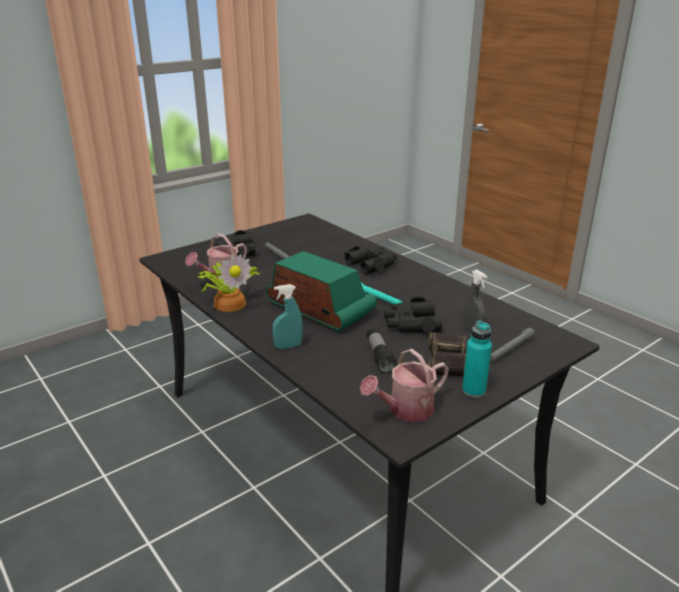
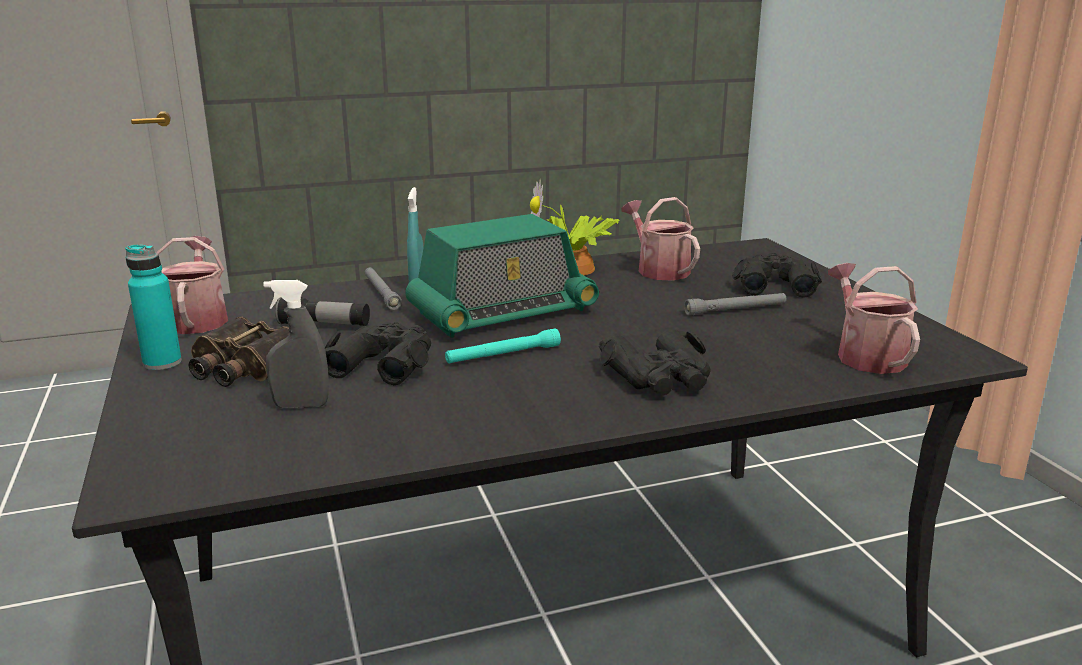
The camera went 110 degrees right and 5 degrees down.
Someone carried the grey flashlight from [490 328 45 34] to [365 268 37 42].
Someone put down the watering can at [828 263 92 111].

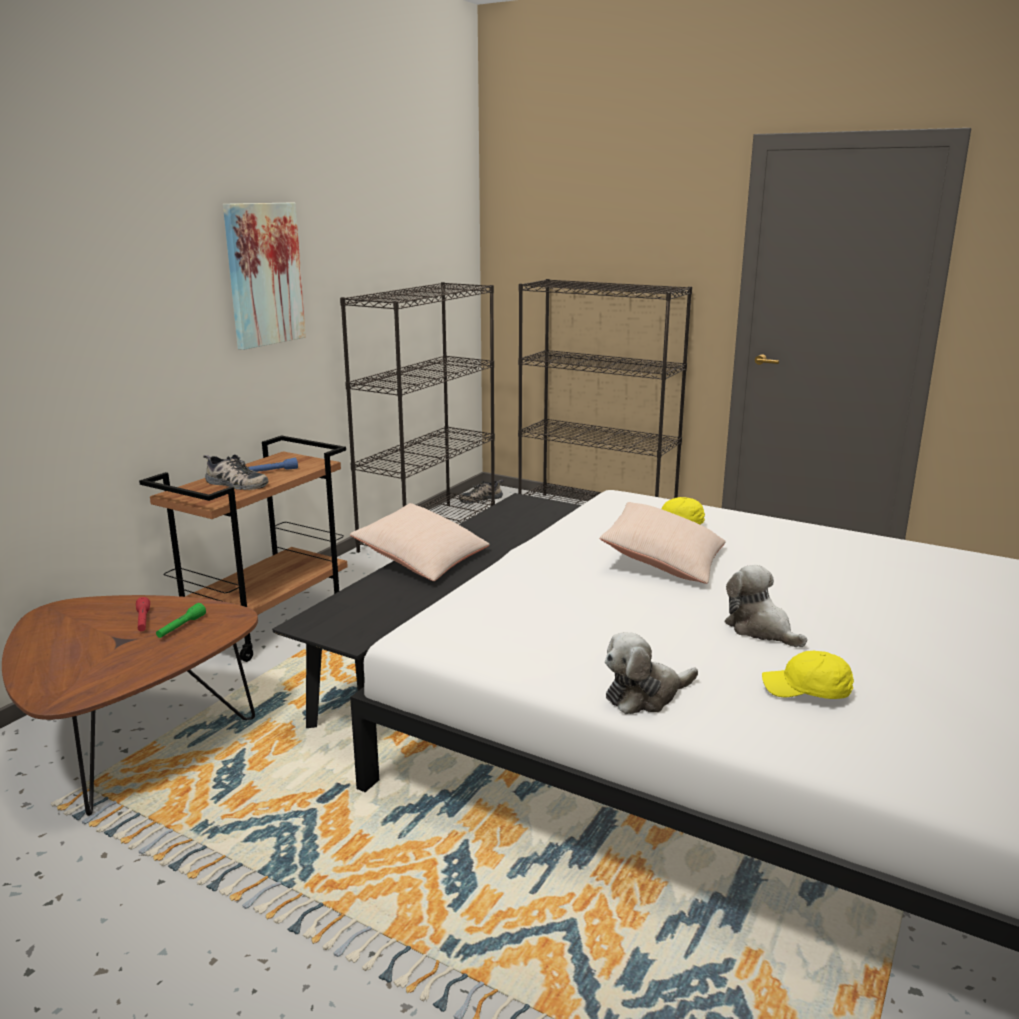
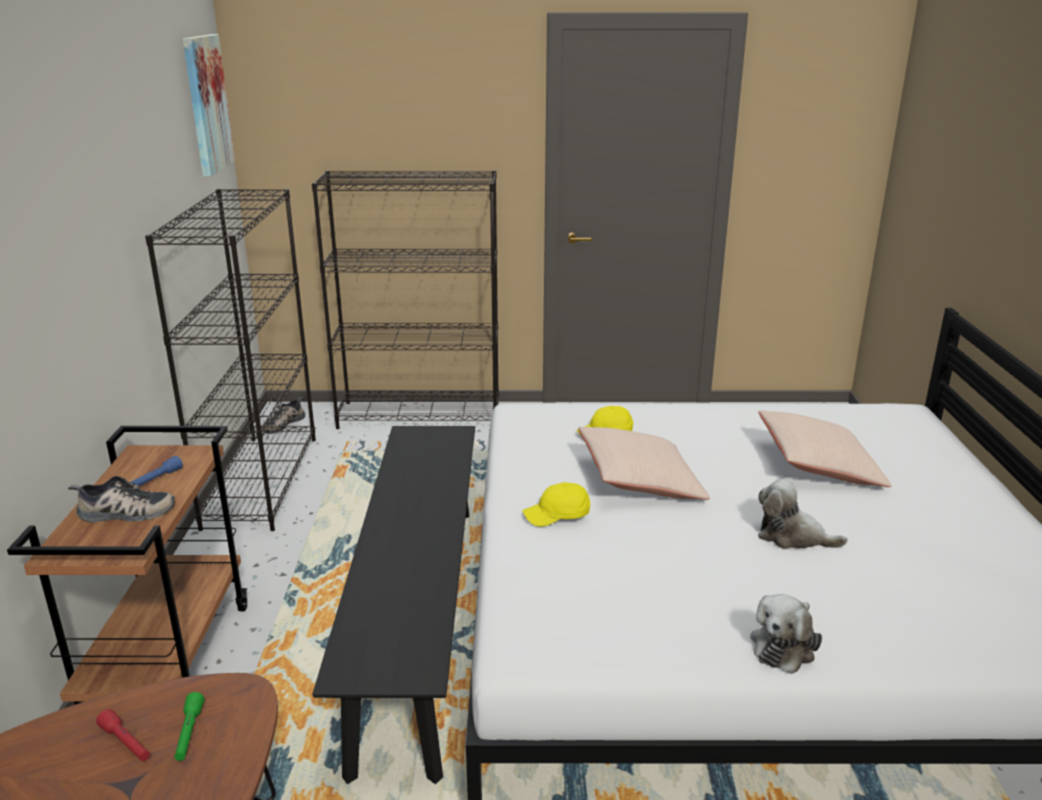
The camera went 30 degrees left and 5 degrees up.
Someone carried the picture from [223 203 83 147] to [183 34 52 143].
Someone carried the beige pillow from [350 503 140 78] to [758 410 133 77].
Someone carried the yellow cap from [762 651 92 48] to [522 482 68 45].

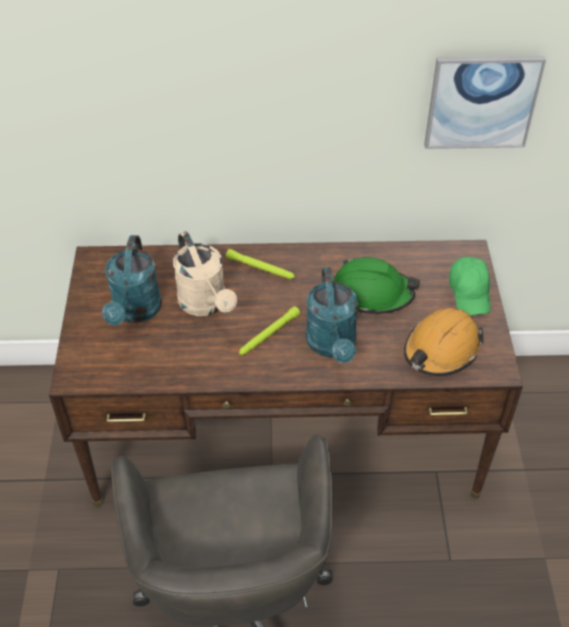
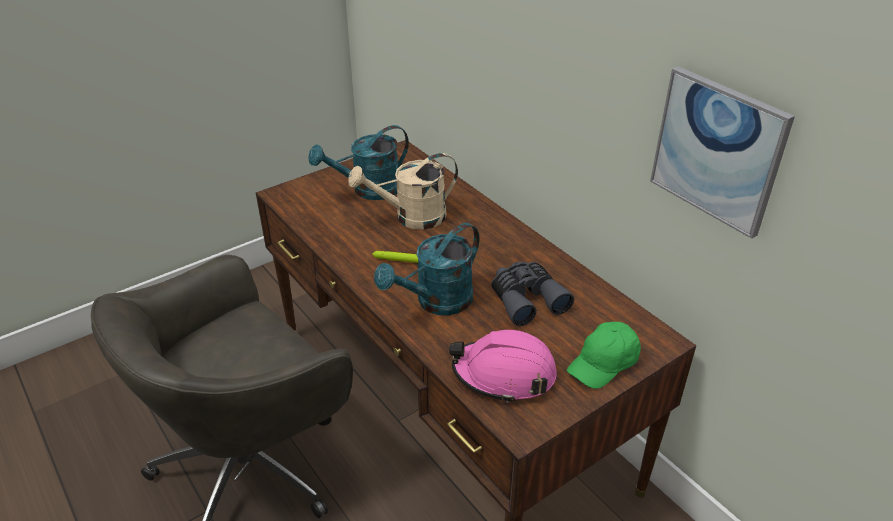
The camera went 55 degrees right and 10 degrees down.
Someone rotated the beige watering can at [173 231 64 85] by 45 degrees clockwise.
Someone took away the green flashlight at [226 249 69 30].
Someone swapped the green hard hat at [334 257 86 58] for the grey binoculars at [491 262 83 64].
Someone repainted the orange hard hat at [404 308 80 68], which became the pink hard hat at [449 330 108 73].

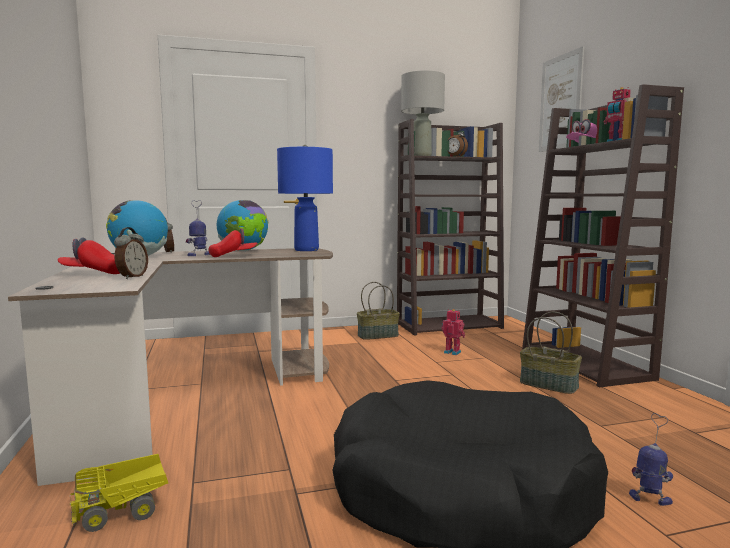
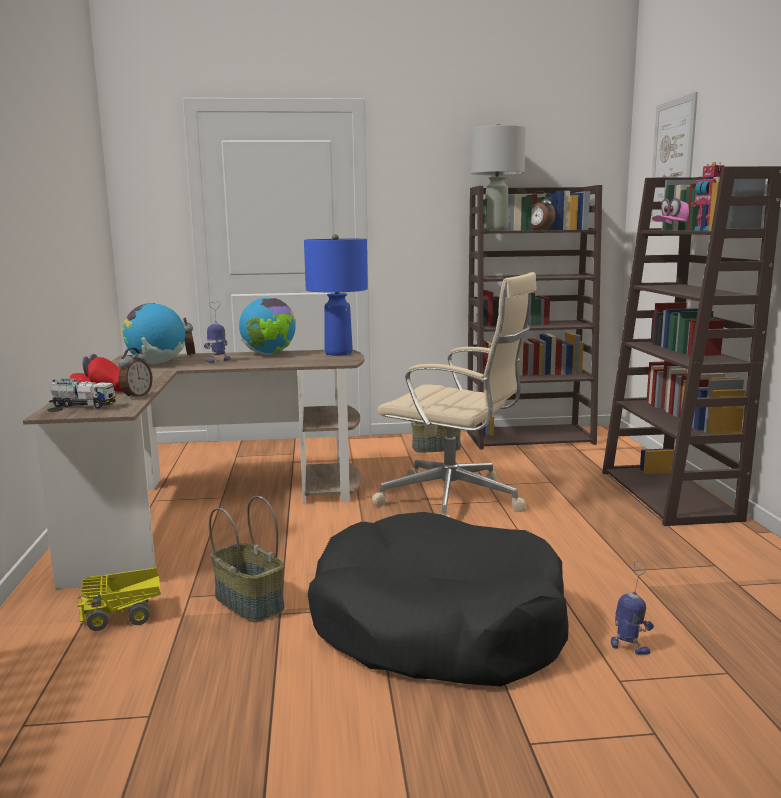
The camera went 10 degrees right and 5 degrees up.
Someone took away the red cap at [208 228 50 29].
Someone took away the toy robot at [441 309 24 46].
Someone carried the basket from [520 312 62 82] to [209 496 76 126].
Someone put down the toy truck at [49 378 67 31].
Someone put down the beige office chair at [372 272 165 245].

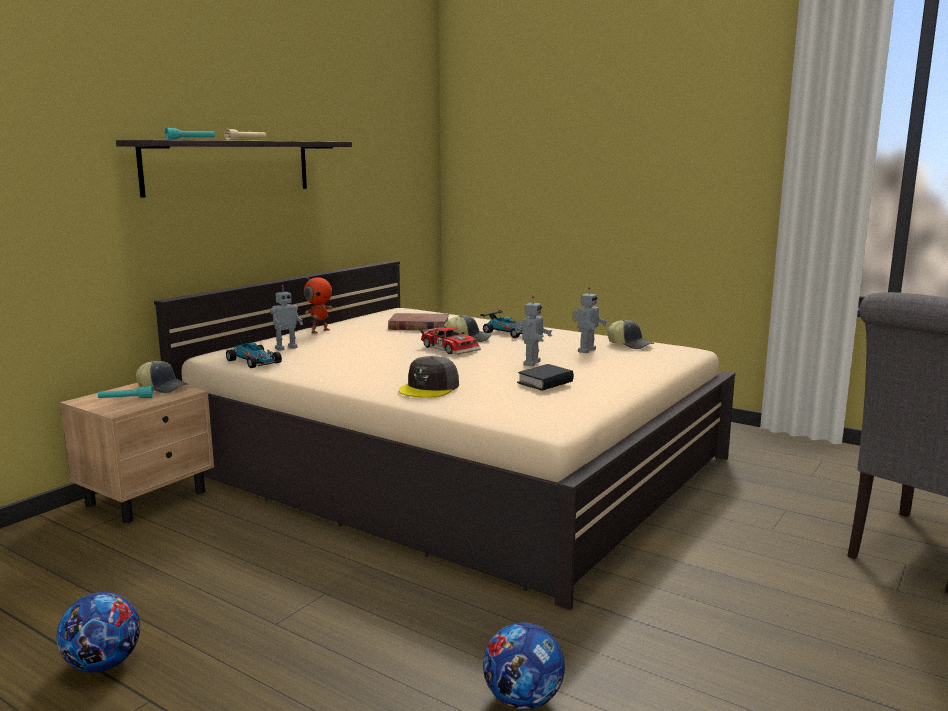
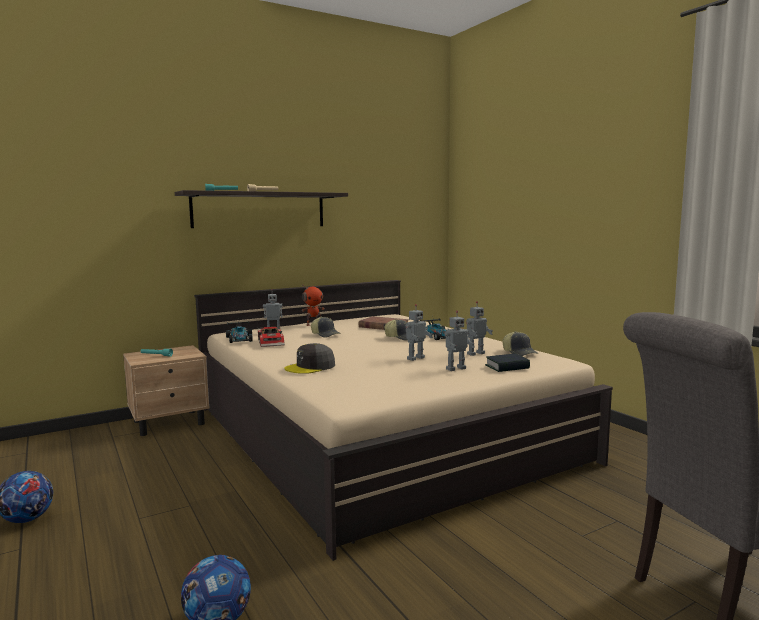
The camera went 25 degrees right and 5 degrees down.
Someone carried the cap from [136 361 52 32] to [311 317 30 21].
Someone carried the toy car from [420 326 61 29] to [258 326 27 21].
Someone carried the book from [517 364 57 27] to [485 354 45 18].
Someone put down the toy robot at [445 311 29 60].

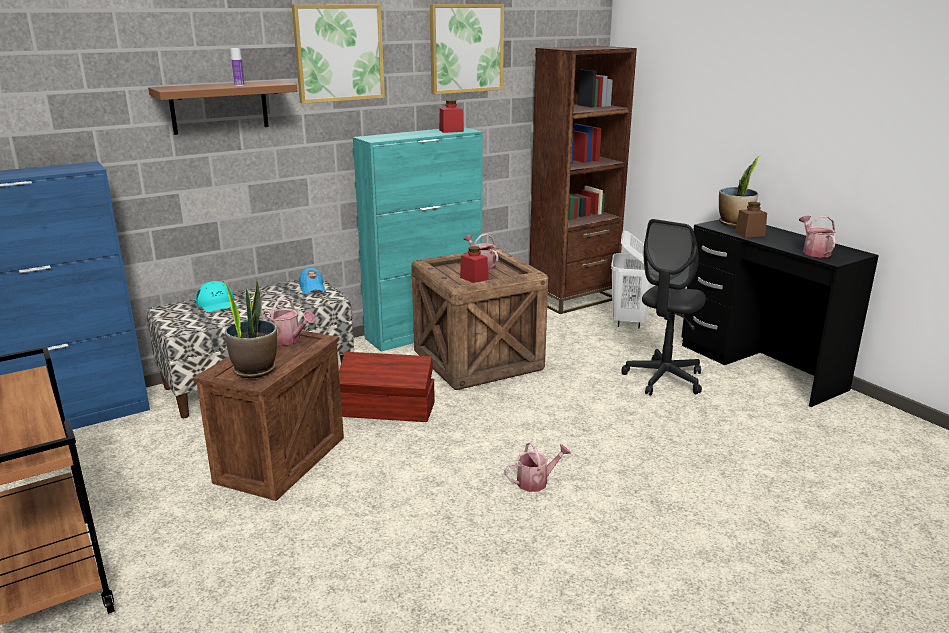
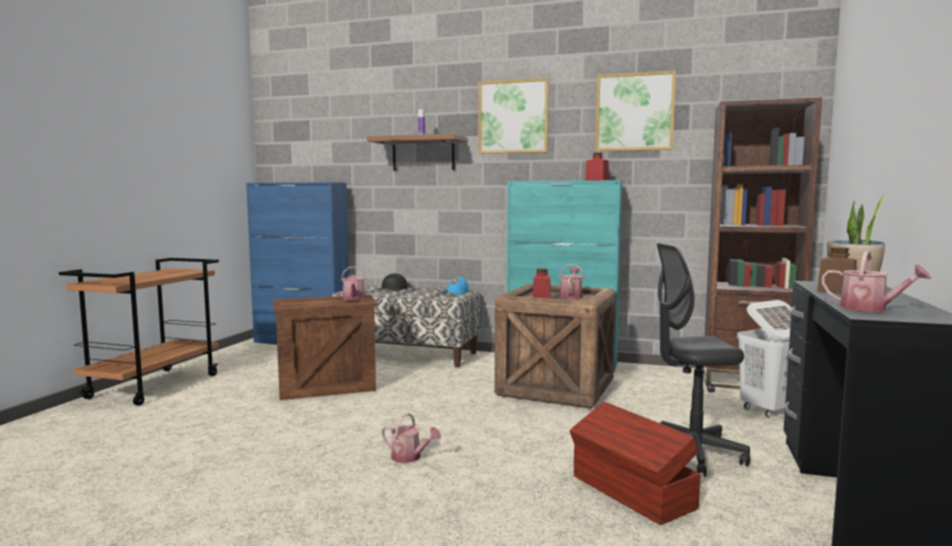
The camera went 50 degrees right and 15 degrees down.
Someone repainted the turquoise cap at [196 281 41 31], which became the black cap at [379 273 29 18].
Someone took away the potted plant at [223 280 54 99].
Someone carried the brown storage box from [339 352 96 70] to [569 402 132 123].
Someone rotated the watering can at [799 216 37 41] by 90 degrees clockwise.

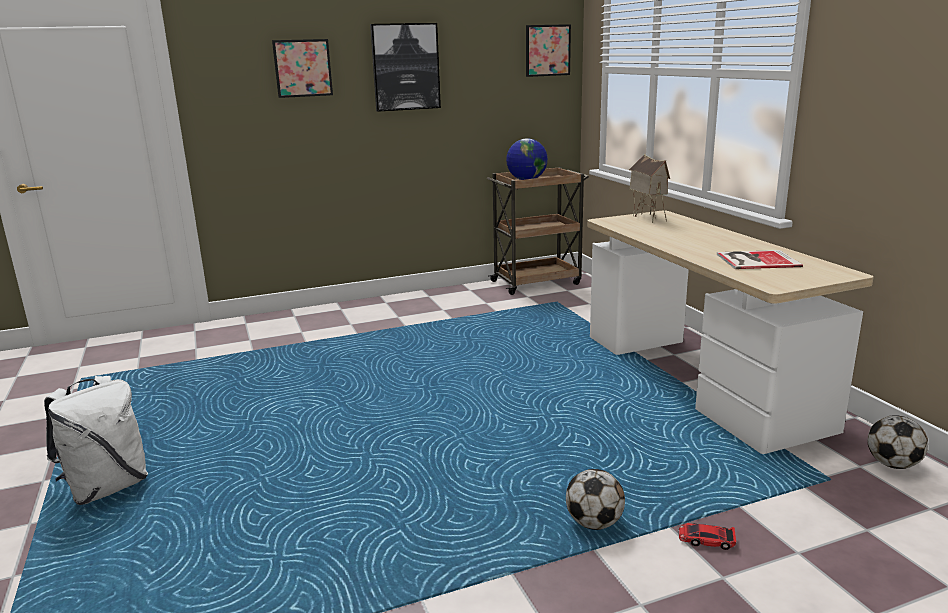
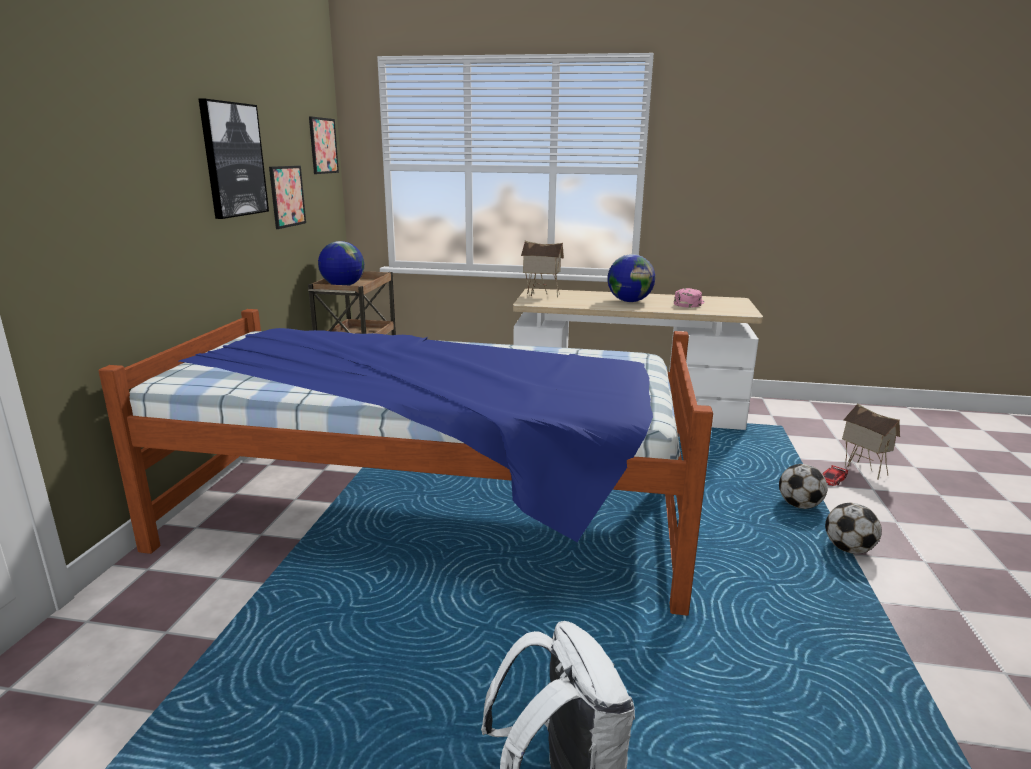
The camera went 60 degrees left and 0 degrees up.
Someone carried the picture from [272 39 61 59] to [269 166 37 63].
Someone swapped the book at [717 250 86 19] for the pink cap at [674 288 30 19].
Someone carried the football from [868 415 60 54] to [825 502 57 52].
Someone put down the bed at [98 309 615 307].
Someone put down the globe at [607 254 48 48].
Someone put down the toy house at [842 403 58 77].

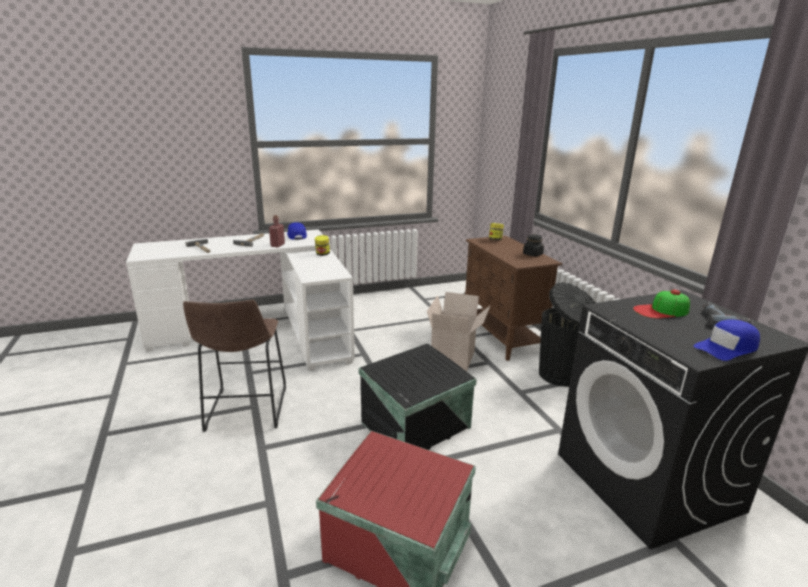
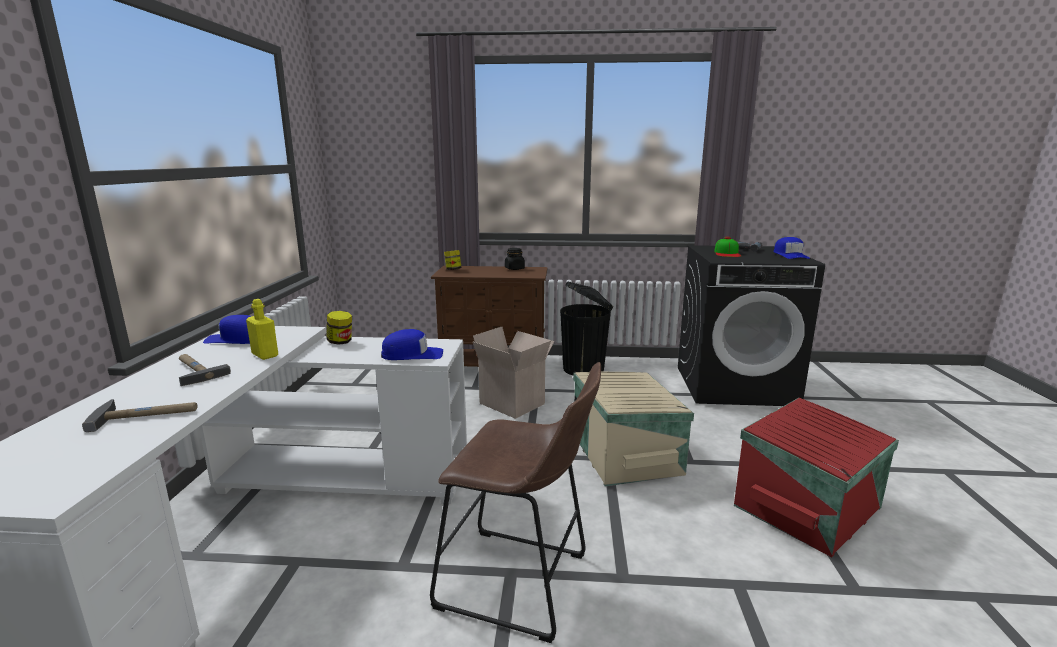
The camera went 65 degrees left and 5 degrees down.
Someone repainted the red bottle at [269 215 16 32], which became the yellow bottle at [246 299 32 61].
Someone repainted the black storage box at [359 343 118 107], which became the beige storage box at [573 372 121 114].
Someone put down the blue cap at [381 329 62 31].

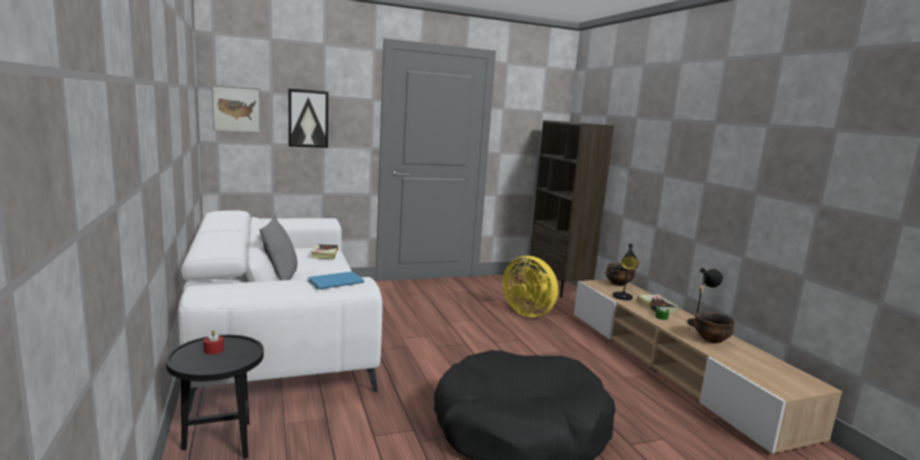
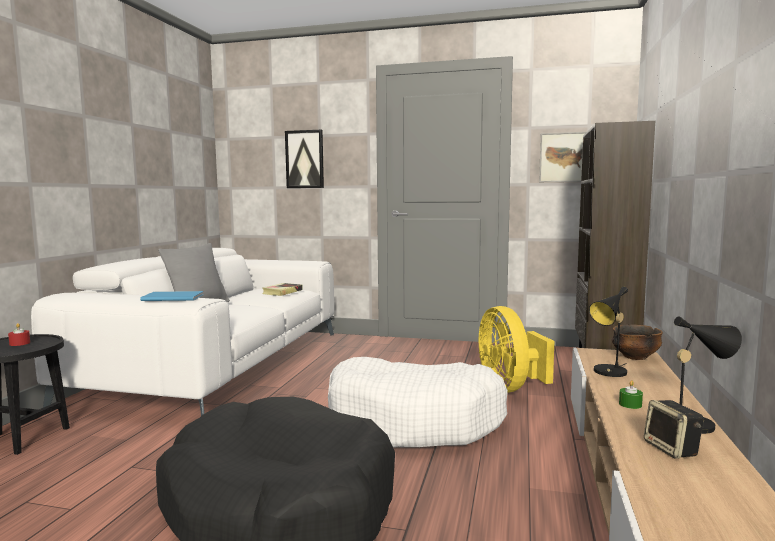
The camera went 35 degrees right and 5 degrees down.
Someone carried the picture from [211 85 50 48] to [539 132 47 50].
Someone took away the book at [637 294 42 19].
Someone swapped the bowl at [693 312 42 32] for the speaker at [644 400 60 59].
Someone put down the white dog bed at [328 357 180 90].

